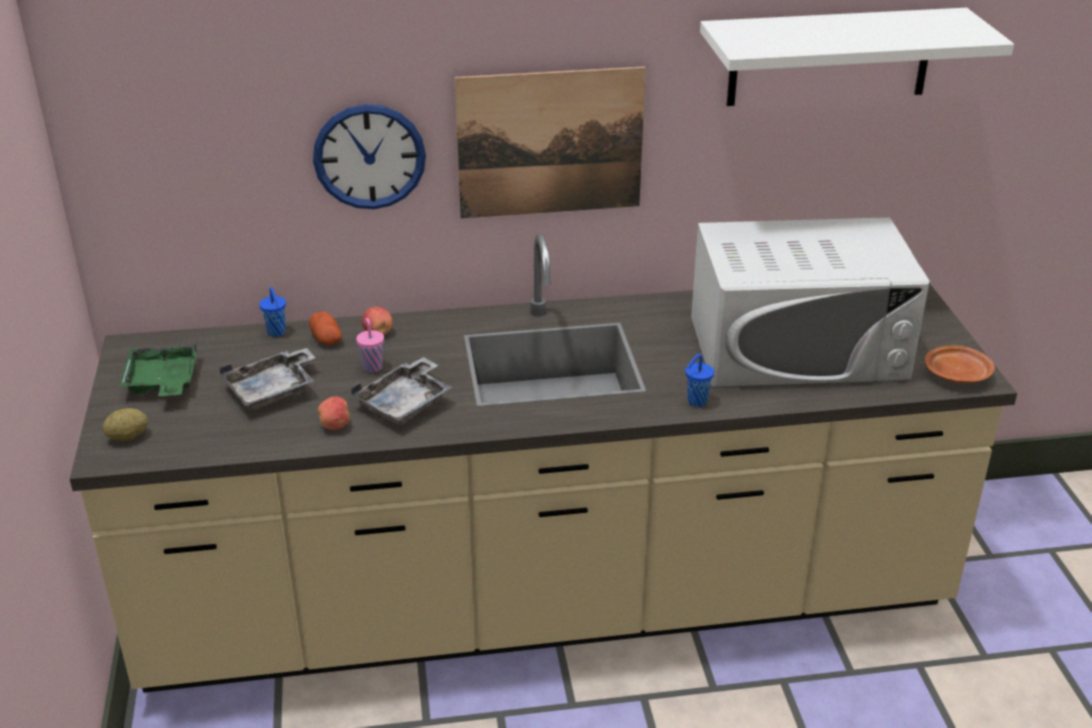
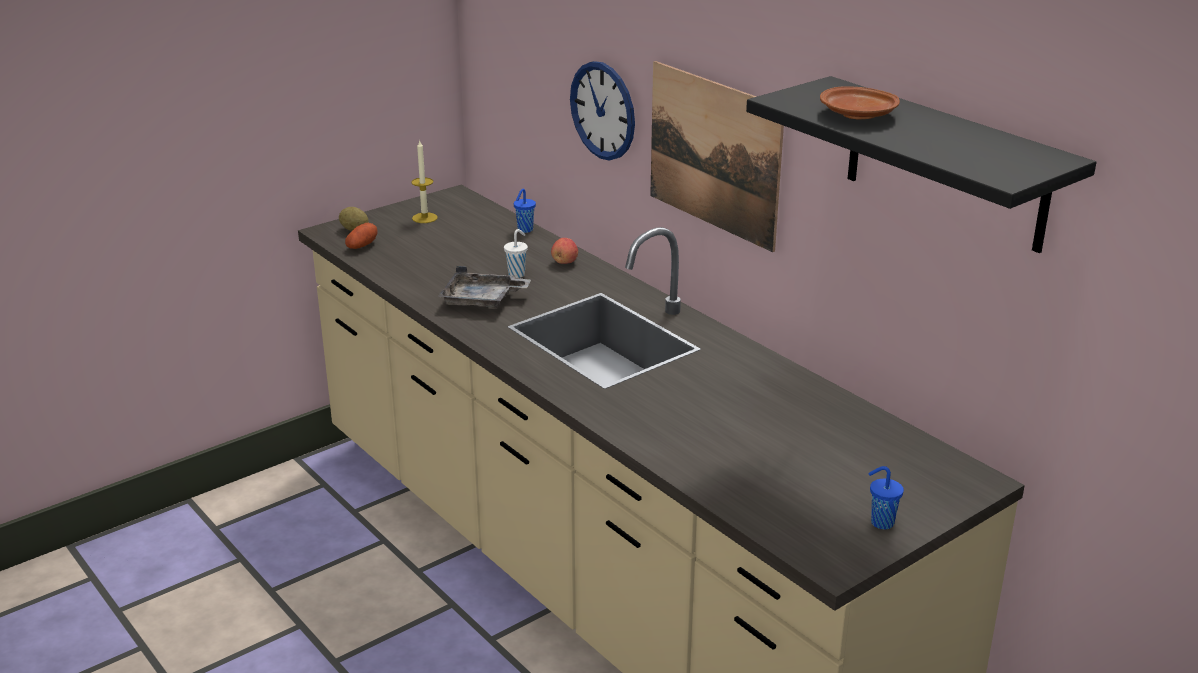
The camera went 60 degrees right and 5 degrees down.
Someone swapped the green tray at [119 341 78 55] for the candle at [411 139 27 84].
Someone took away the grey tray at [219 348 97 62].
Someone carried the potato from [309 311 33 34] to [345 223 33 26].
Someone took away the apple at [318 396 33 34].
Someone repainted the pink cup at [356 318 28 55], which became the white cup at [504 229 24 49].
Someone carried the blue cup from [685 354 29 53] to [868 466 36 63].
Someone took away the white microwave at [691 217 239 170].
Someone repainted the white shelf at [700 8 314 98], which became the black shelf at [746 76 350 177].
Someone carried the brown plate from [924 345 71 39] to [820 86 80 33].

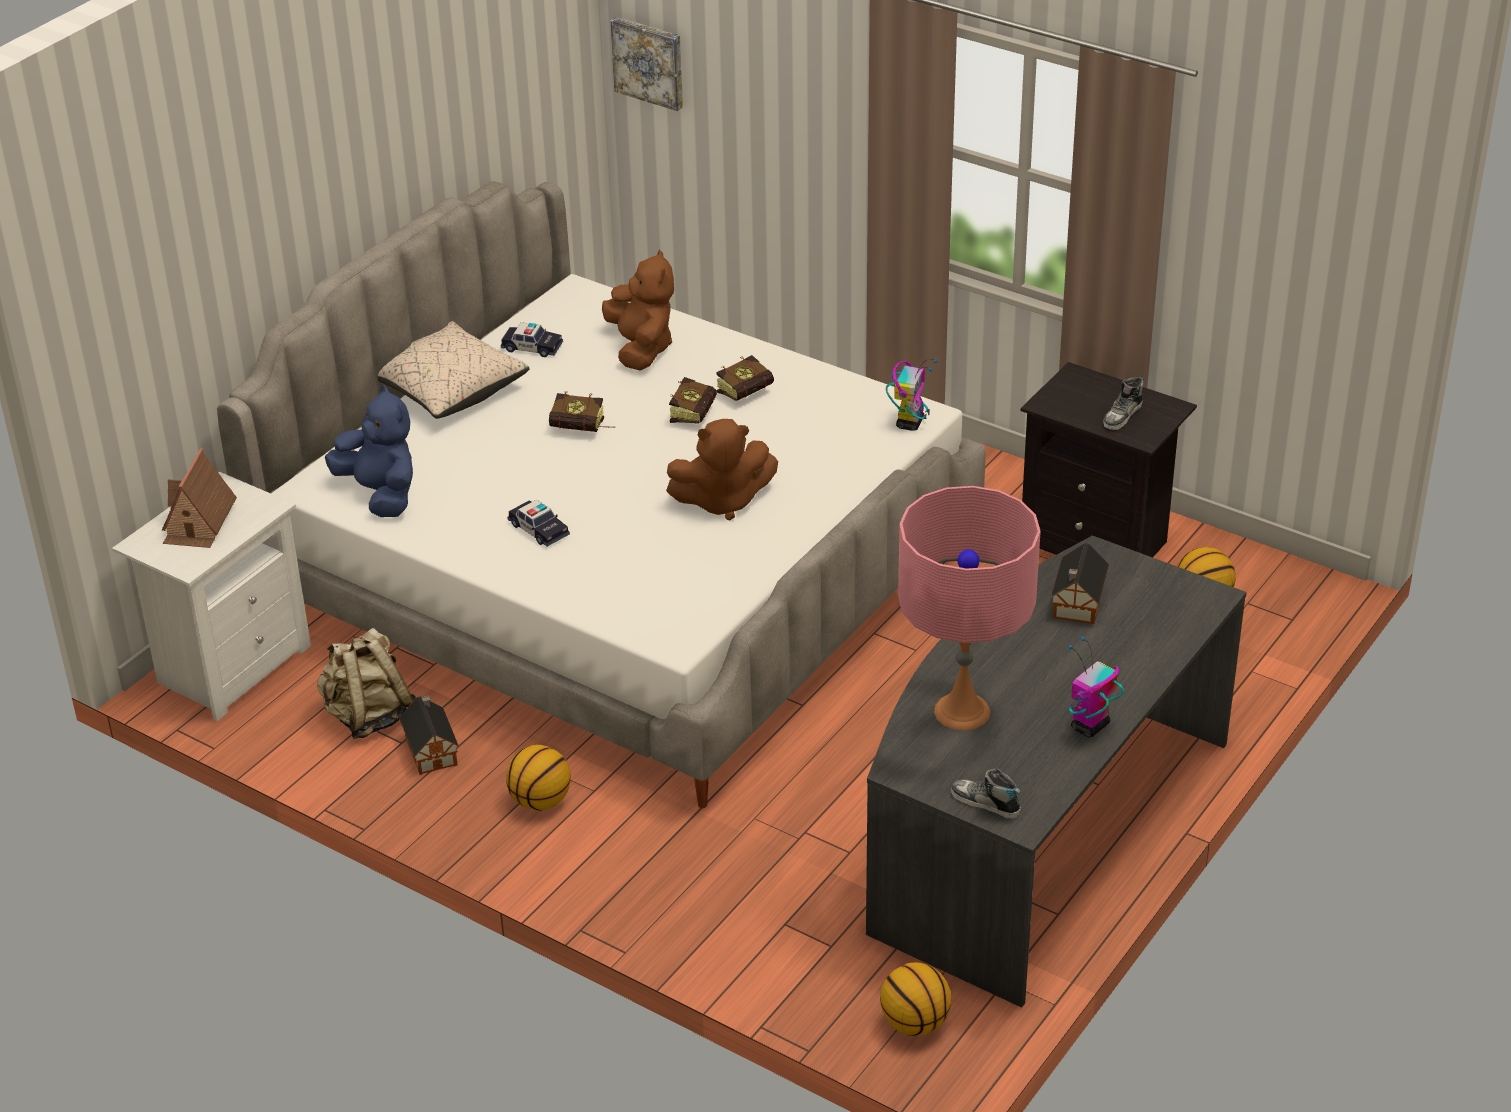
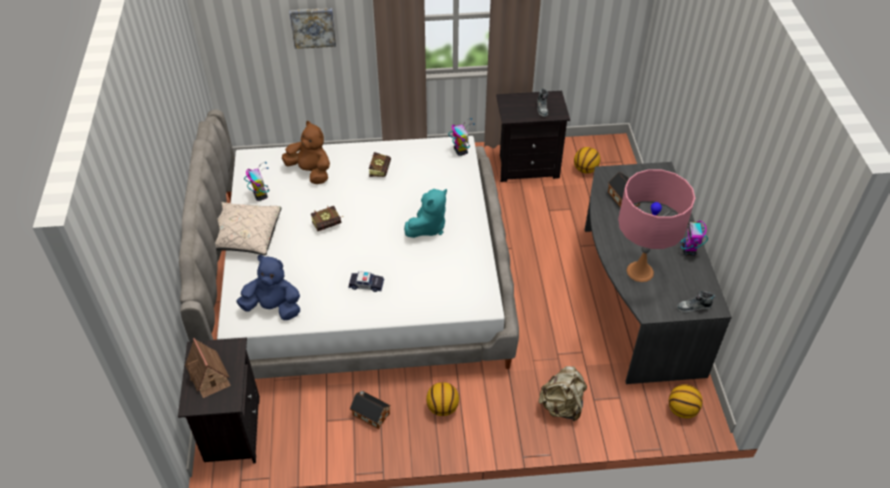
The camera went 40 degrees left and 10 degrees up.
Someone repainted the white nightstand at [112 472 199 249], which became the black nightstand at [178 337 82 127].
Someone carried the beige backpack from [317 628 100 111] to [539 366 48 55].
Someone swapped the toy car at [501 322 62 35] for the toy robot at [244 162 25 39].
Someone carried the picture from [611 17 72 94] to [290 8 46 41].
Someone repainted the brown plush toy at [666 419 112 102], which became the turquoise plush toy at [404 189 43 49].
Someone took away the book at [669 377 48 47].

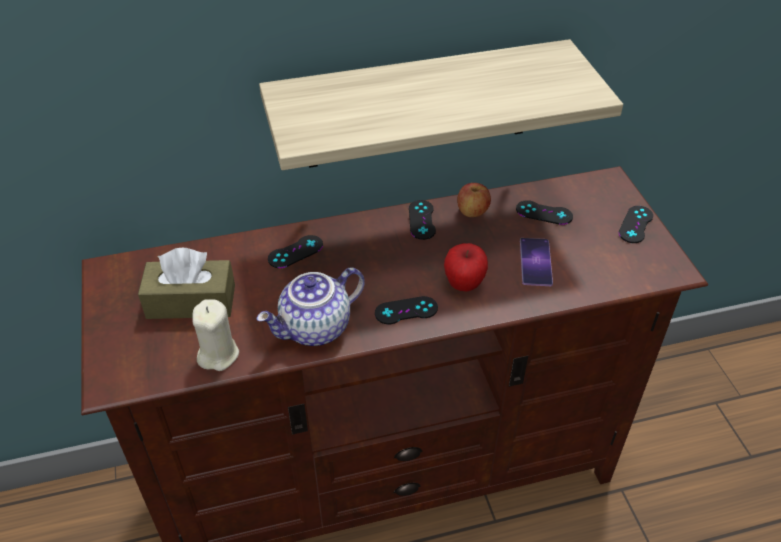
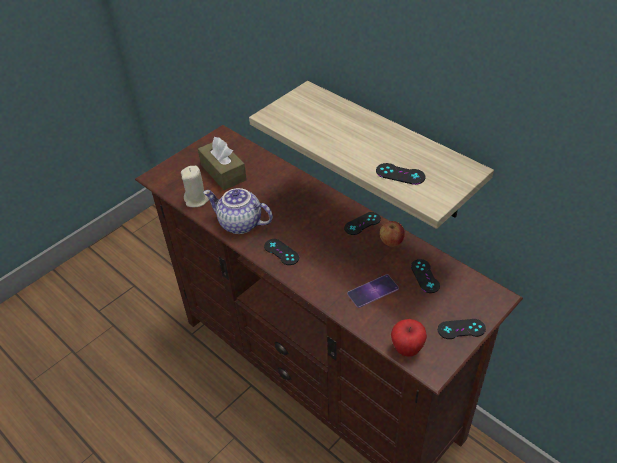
The camera went 60 degrees right and 0 degrees up.
Someone carried the black game controller from [268 235 55 33] to [376 163 50 22].
Someone carried the apple from [444 243 44 49] to [391 319 36 38].

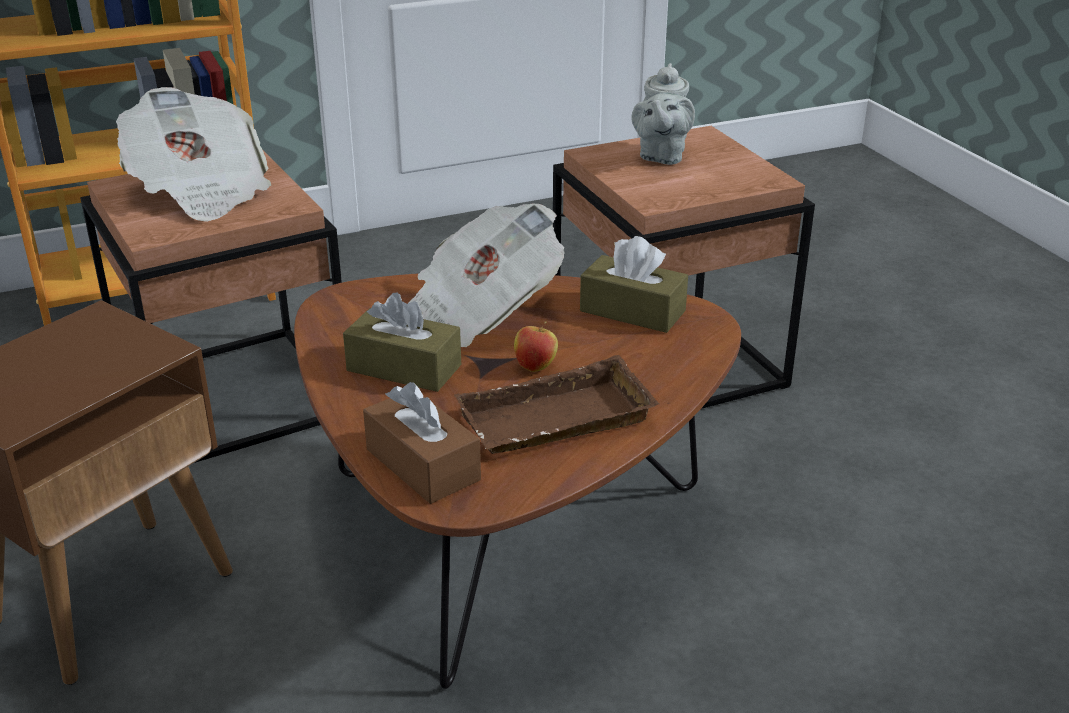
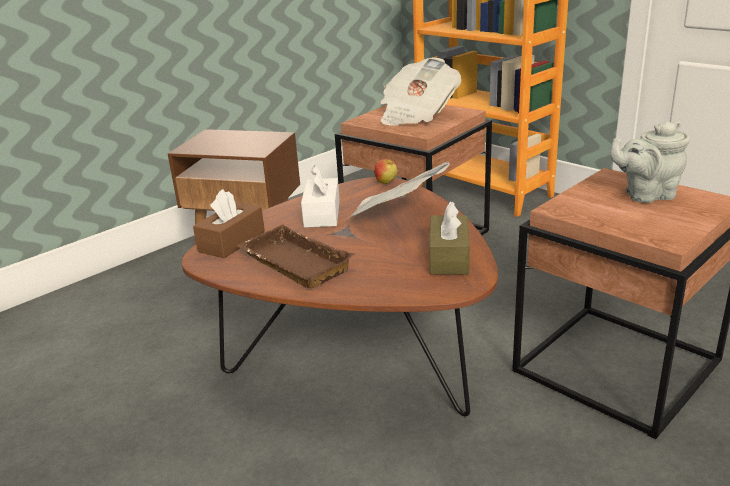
The camera went 70 degrees right and 5 degrees down.
Someone repainted the brown tissue box at [343 292 118 100], which became the white tissue box at [301 165 39 63].
Someone carried the apple from [514 321 44 51] to [374 159 23 25].

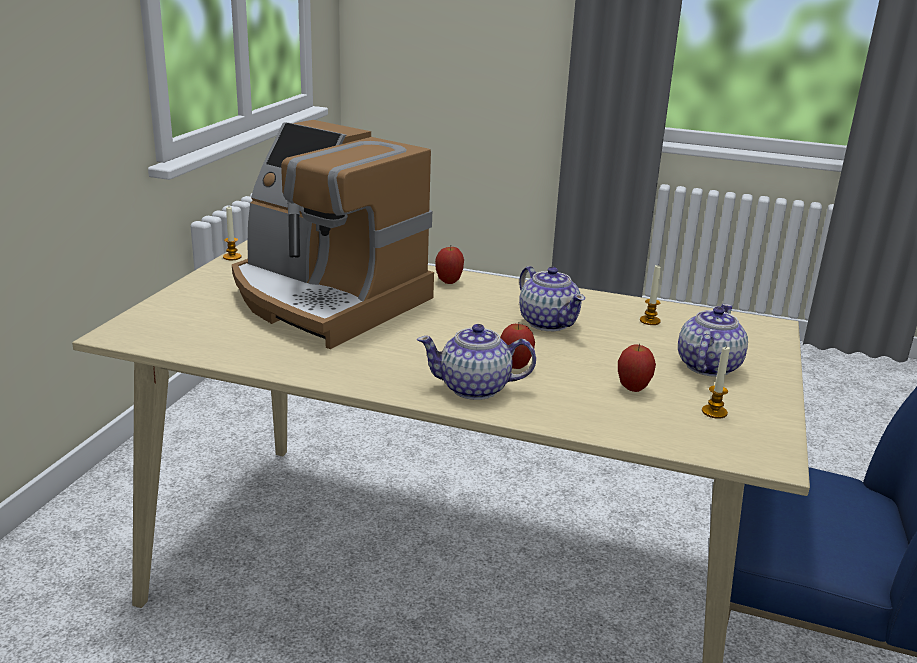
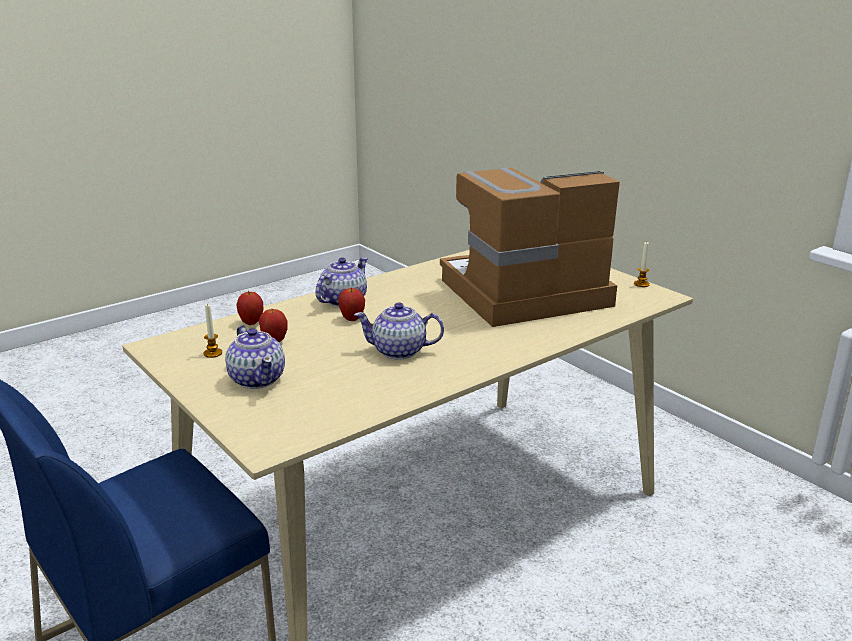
The camera went 125 degrees right and 0 degrees up.
Someone carried the apple from [435 246 29 38] to [237 290 26 35].
Someone took away the candle at [640 265 21 60].

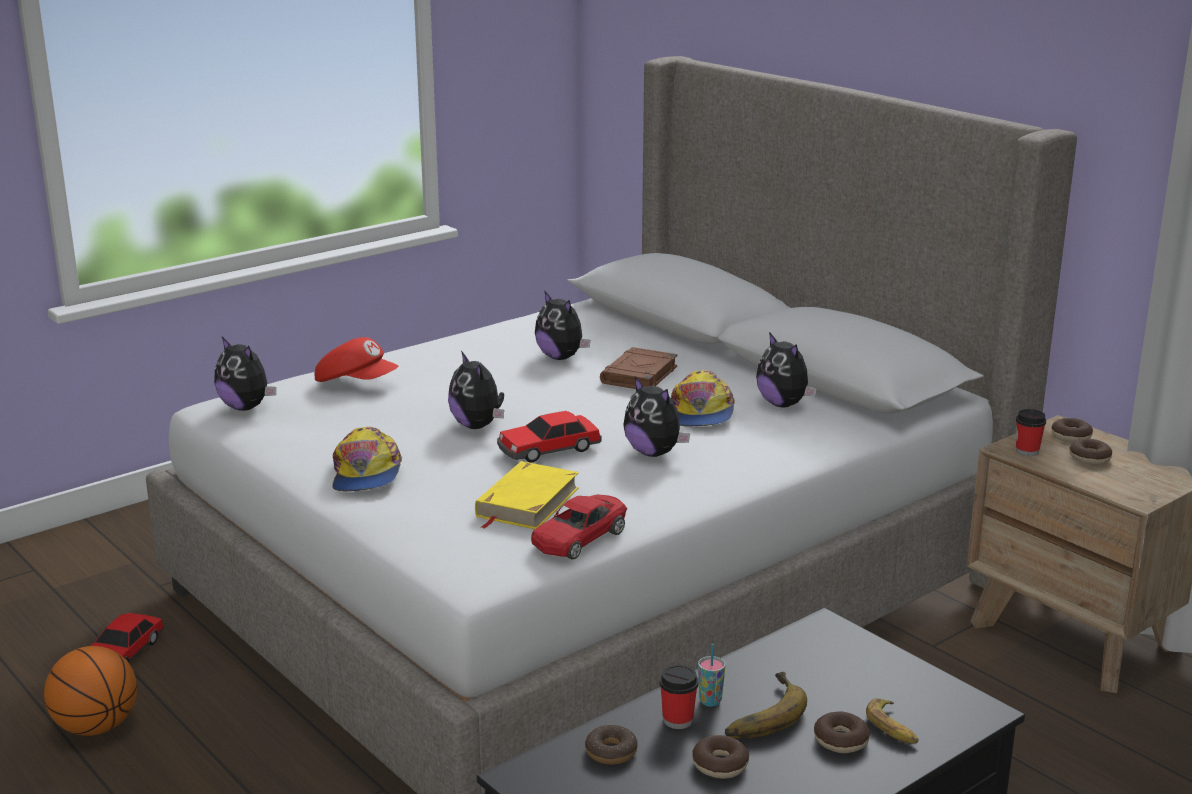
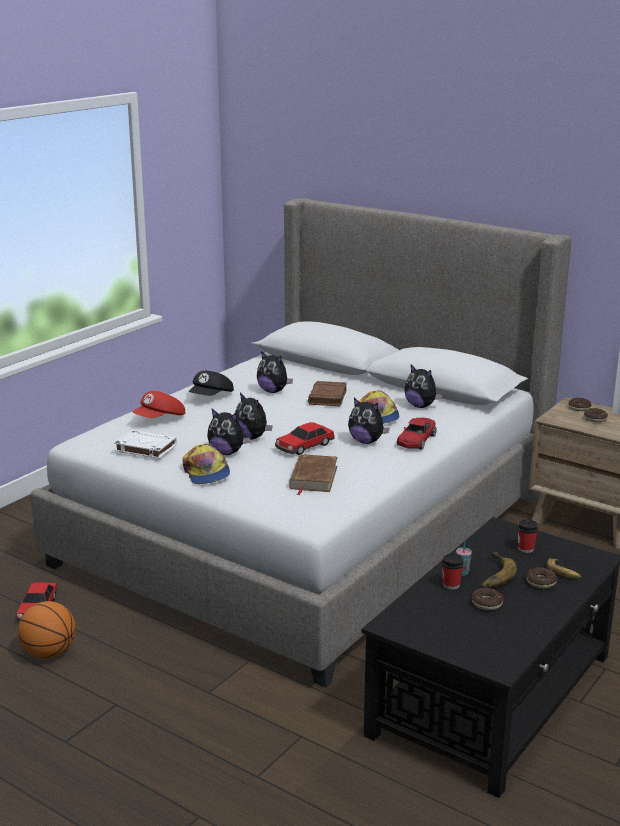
The camera went 15 degrees left and 0 degrees up.
Someone carried the plush toy from [214 337 62 74] to [207 409 43 46].
Someone rotated the red cap at [315 337 84 45] by 120 degrees clockwise.
Someone repainted the yellow book at [475 461 104 68], which became the brown book at [289 454 49 41].
Someone carried the red toy car from [531 494 96 66] to [397 418 40 32].
Someone took away the donut at [585 725 53 40].
Someone carried the cup from [1016 409 30 47] to [517 519 21 34].
Someone put down the white book at [114 430 63 29].
Someone put down the black cap at [188 371 46 25].

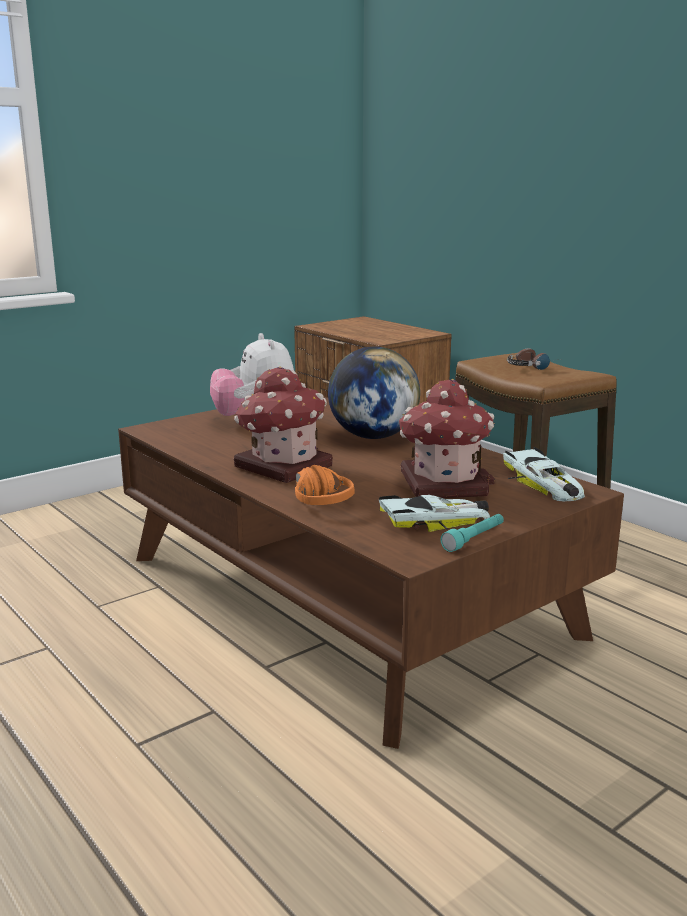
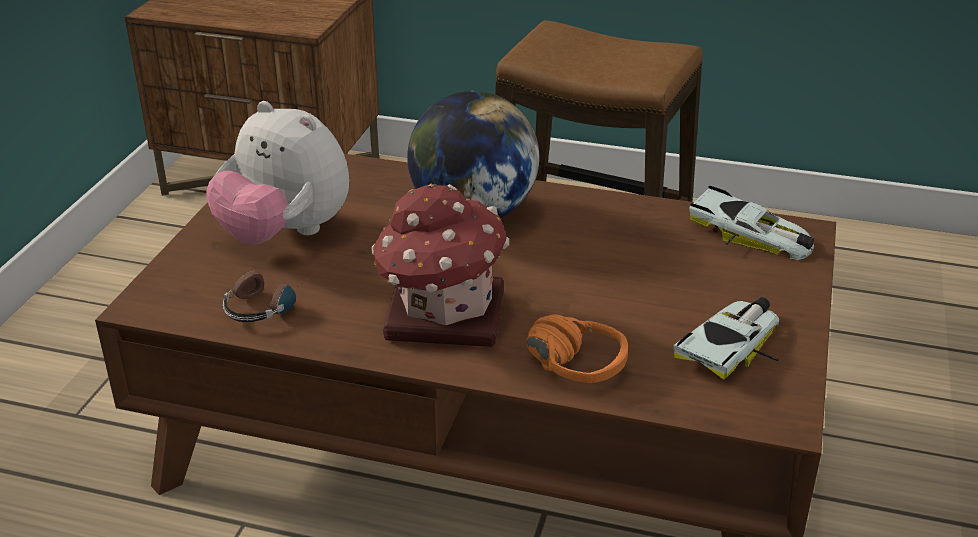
The camera went 35 degrees left and 15 degrees up.
Someone took away the toy house at [399 379 96 119].
Someone took away the turquoise flashlight at [441 514 63 38].
Someone carried the headphones from [507 348 52 22] to [223 271 83 51].

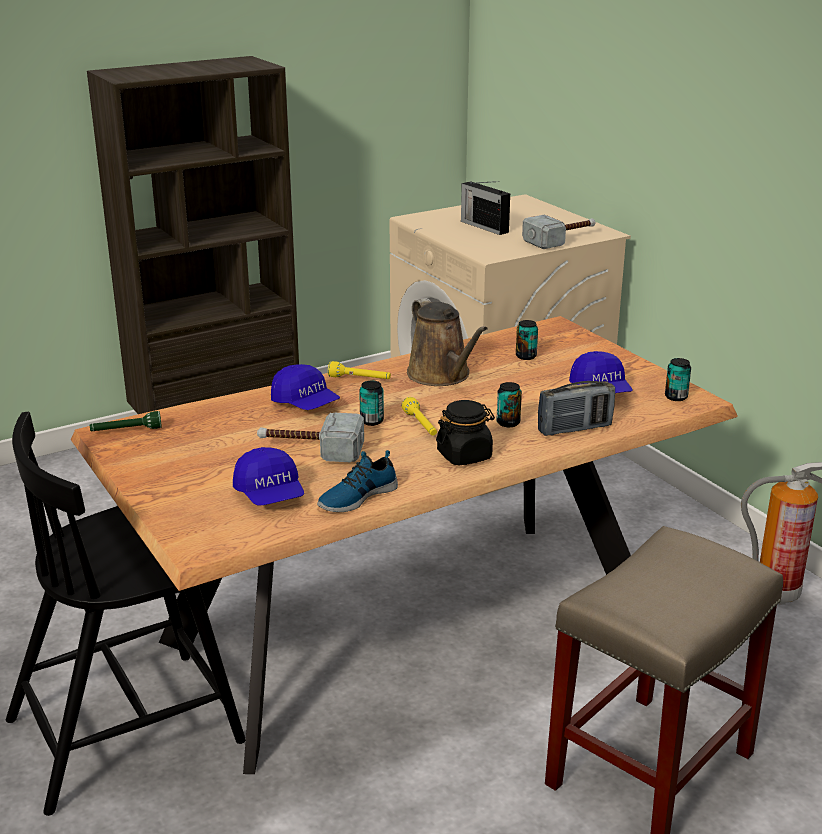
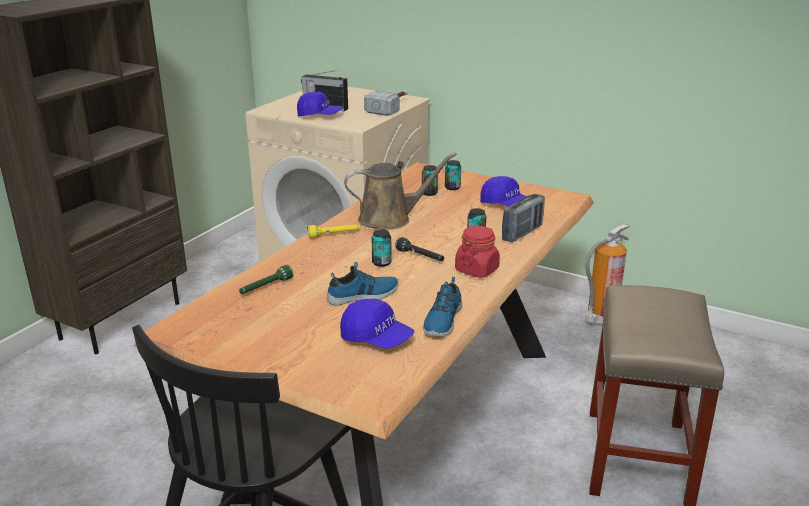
The camera went 30 degrees left and 0 degrees up.
Someone carried the green flashlight from [90 411 72 20] to [239 265 54 29].
Someone swapped the hammer at [257 413 107 49] for the shoe at [327 262 71 44].
Someone carried the blue cap from [271 364 69 46] to [297 92 47 25].
Someone repainted the yellow flashlight at [402 397 35 38], which became the black flashlight at [395 237 49 24].
Someone rotated the brown watering can at [407 298 81 88] by 45 degrees counterclockwise.
Someone repainted the black jar at [436 400 59 65], which became the red jar at [455 226 45 52].
Someone carried the can from [665 358 26 43] to [445 160 16 30].

